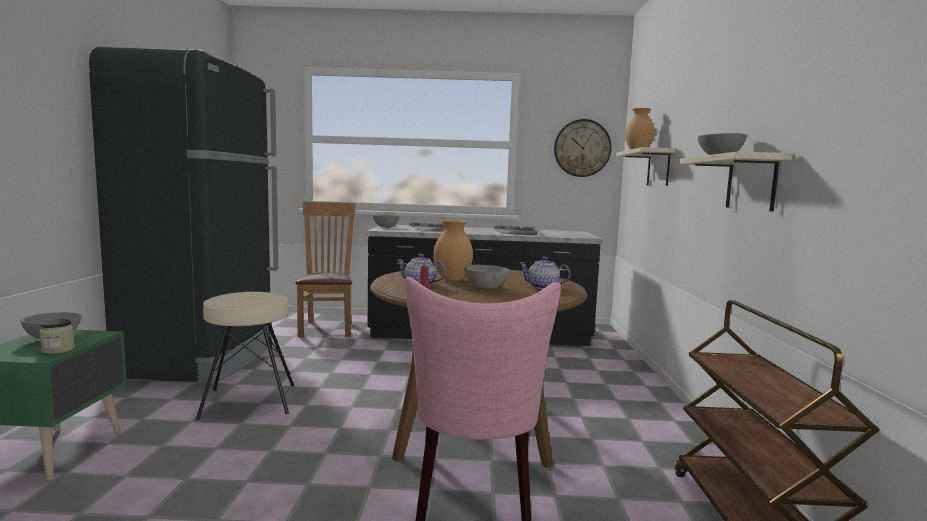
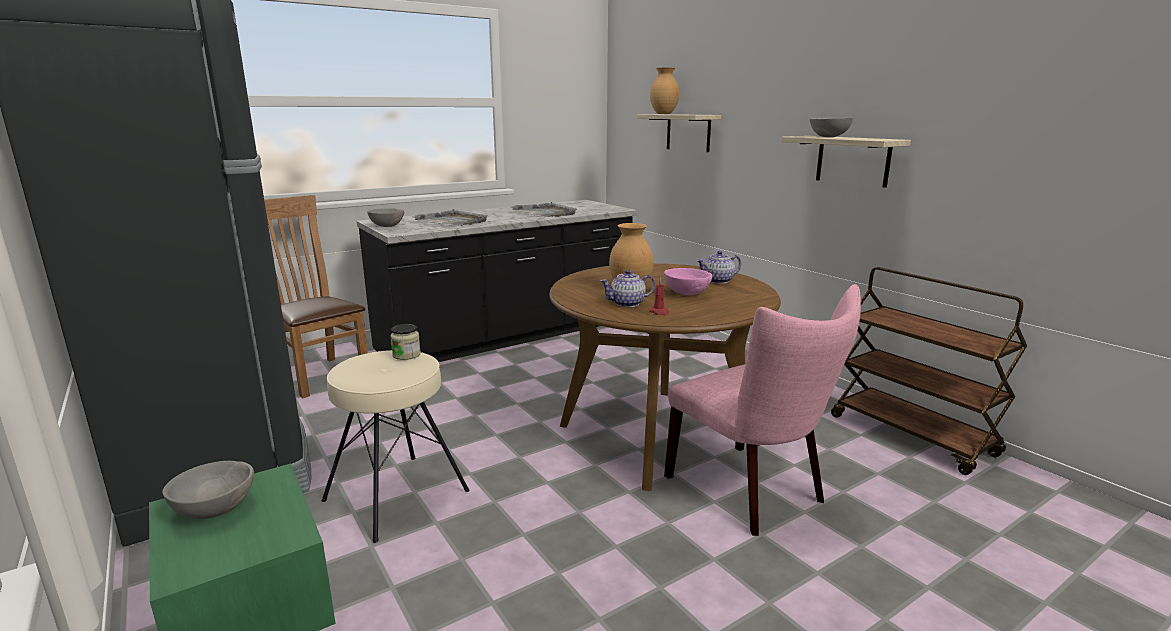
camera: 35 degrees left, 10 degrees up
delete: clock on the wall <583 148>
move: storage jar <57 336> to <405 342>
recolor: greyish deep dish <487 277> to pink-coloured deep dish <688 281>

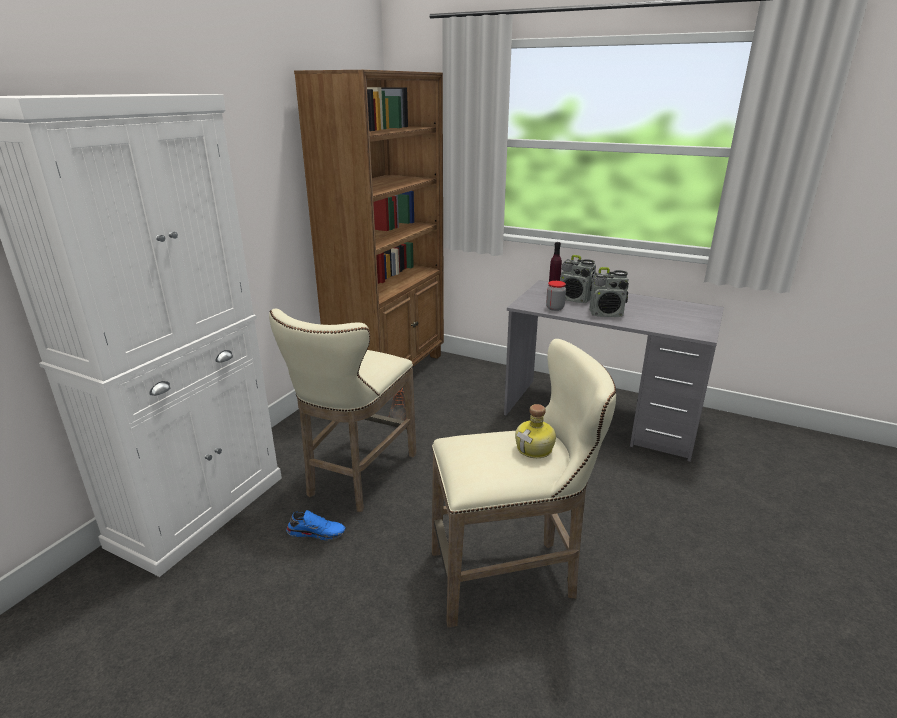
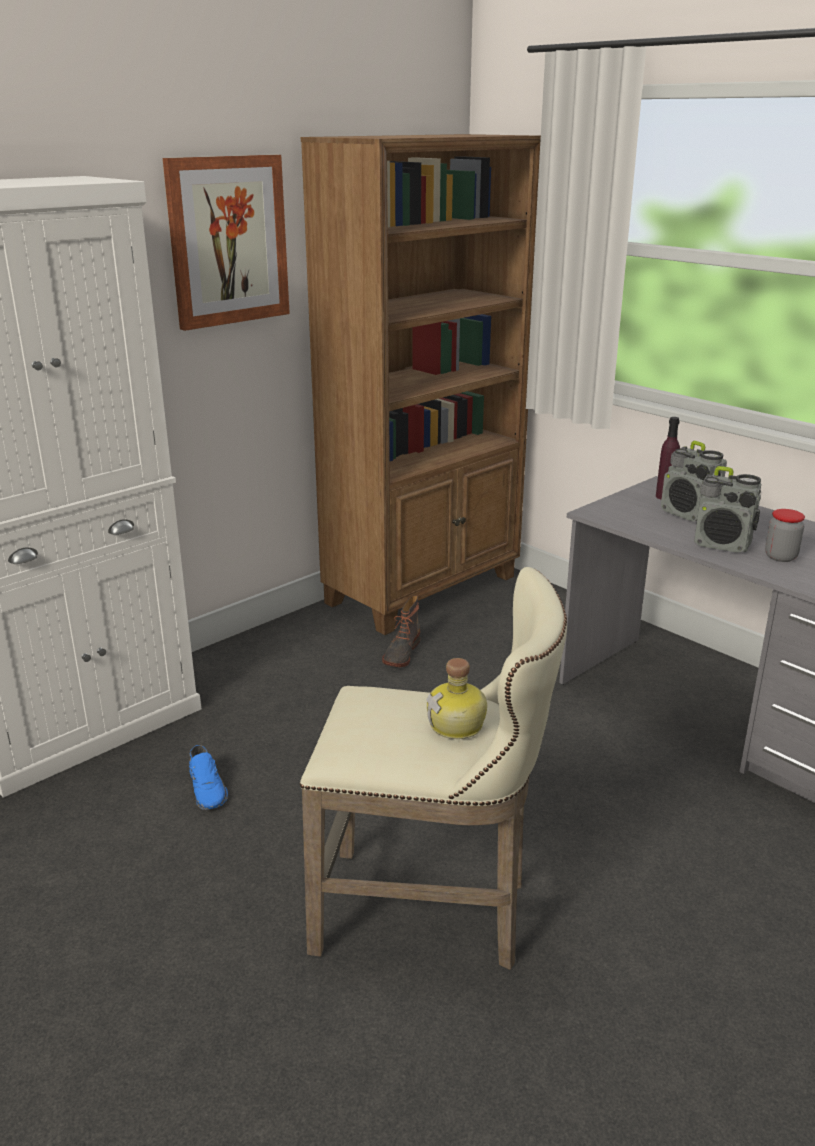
camera: 20 degrees right, 0 degrees up
delete: sand-coloured sitting stool <342 410>
insert: wall picture <226 243>
move: storage jar <556 296> to <785 535>
rotate: bluish low shoe <316 525> = <208 777> 45 degrees clockwise

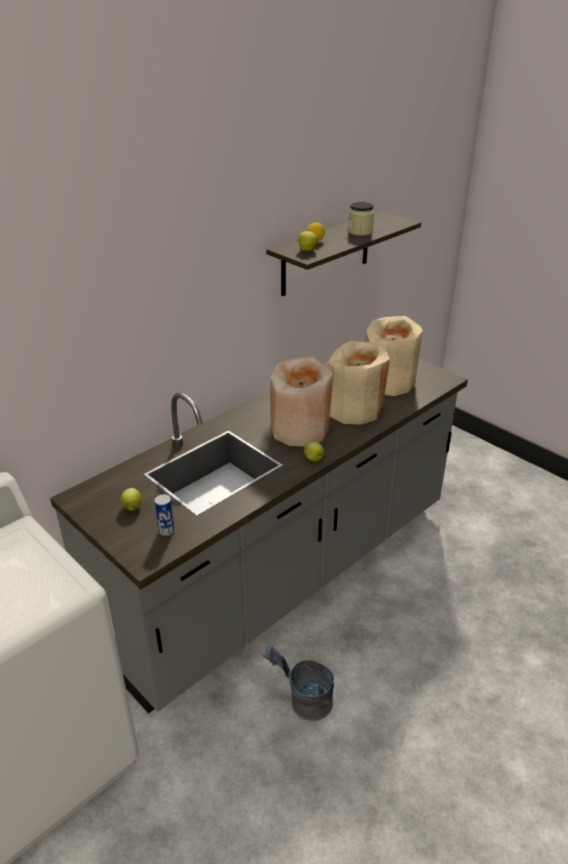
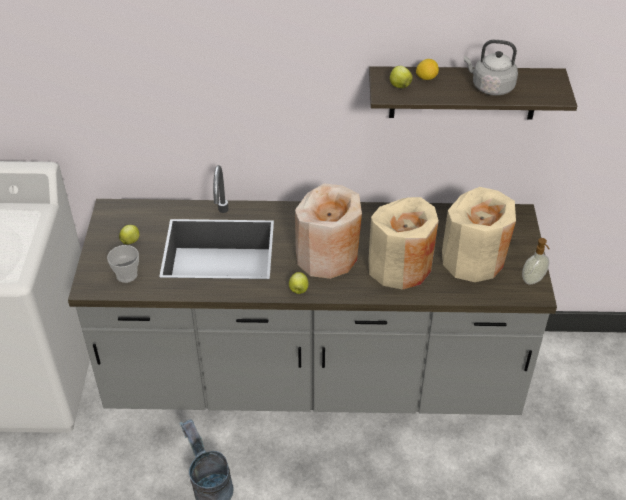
camera: 45 degrees right, 10 degrees up
insert: soap dispenser <536 261>
replace: can <164 515> to drinking cup <123 264>; storage jar <361 219> to greyish tea kettle <491 68>

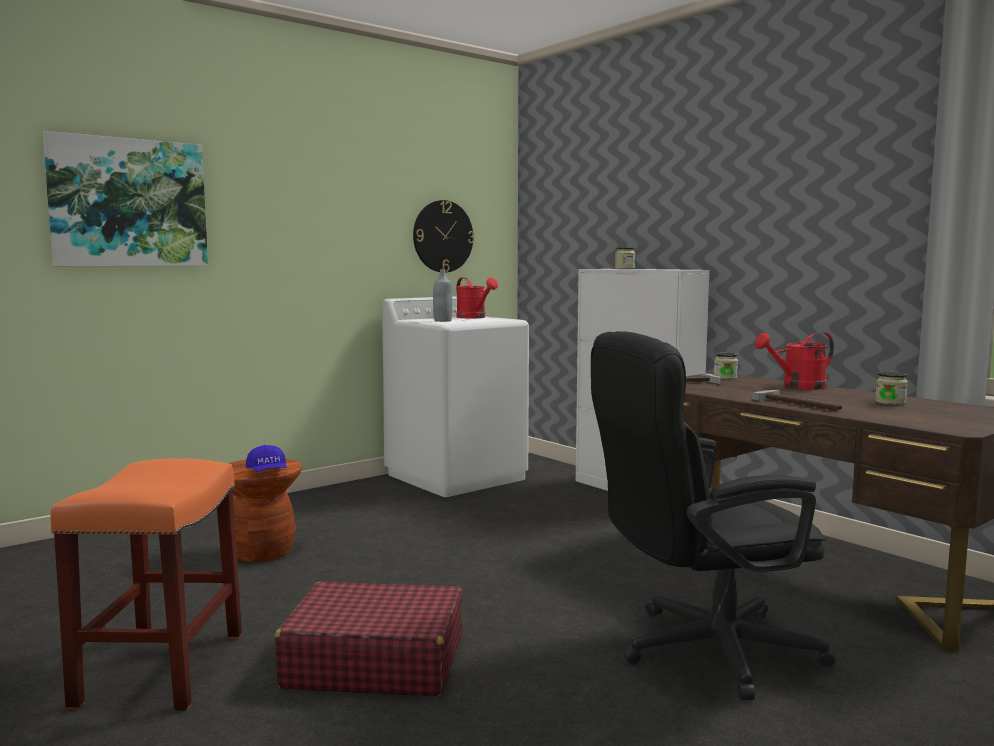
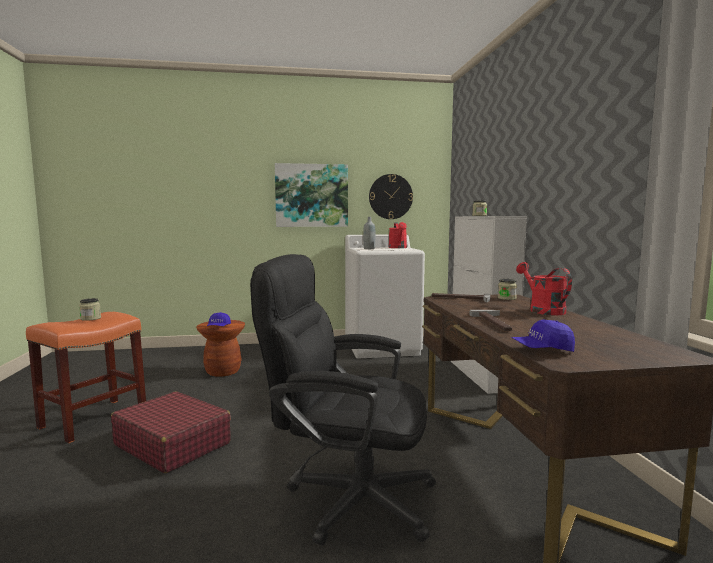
camera: 30 degrees right, 0 degrees up
insert: bluish cap <543 336>
move: storage jar <891 388> to <90 309>; wall picture <125 198> to <311 195>
rotate: red watering pot <794 360> = <544 288> 60 degrees clockwise

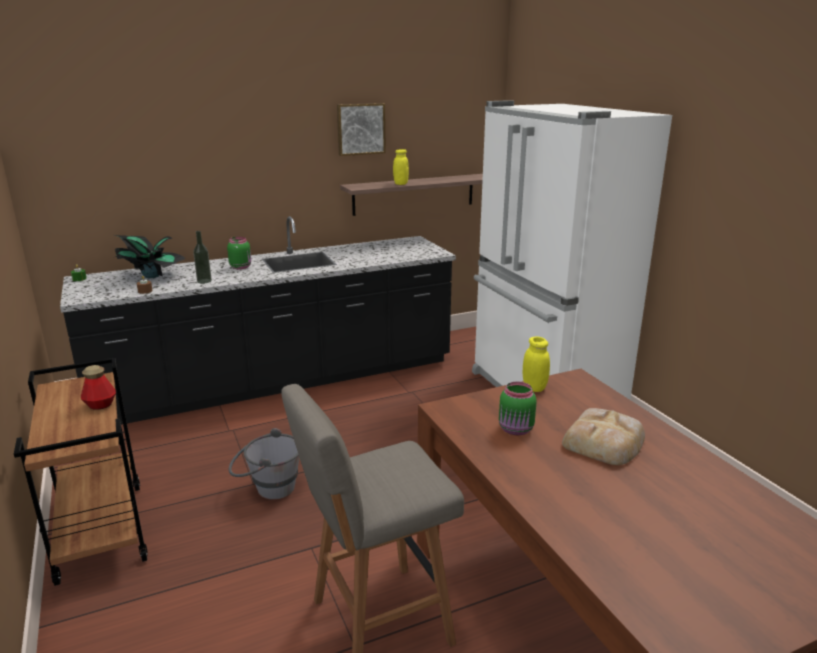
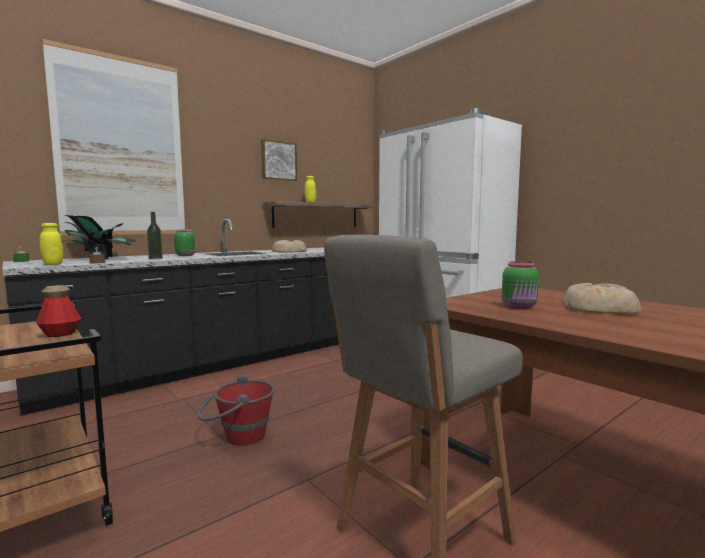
camera: 15 degrees left, 15 degrees down
insert: wall picture <113 137>; bakery bread <289 246>
move: yellow-coloured storage jar <536 364> to <51 244>
recolor: greyish pail <264 464> to red pail <236 410>

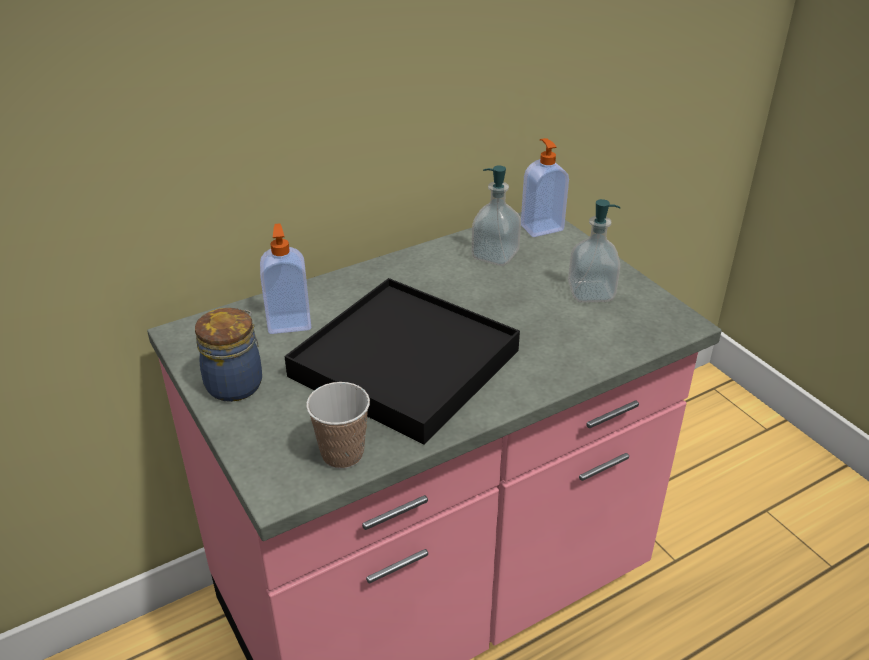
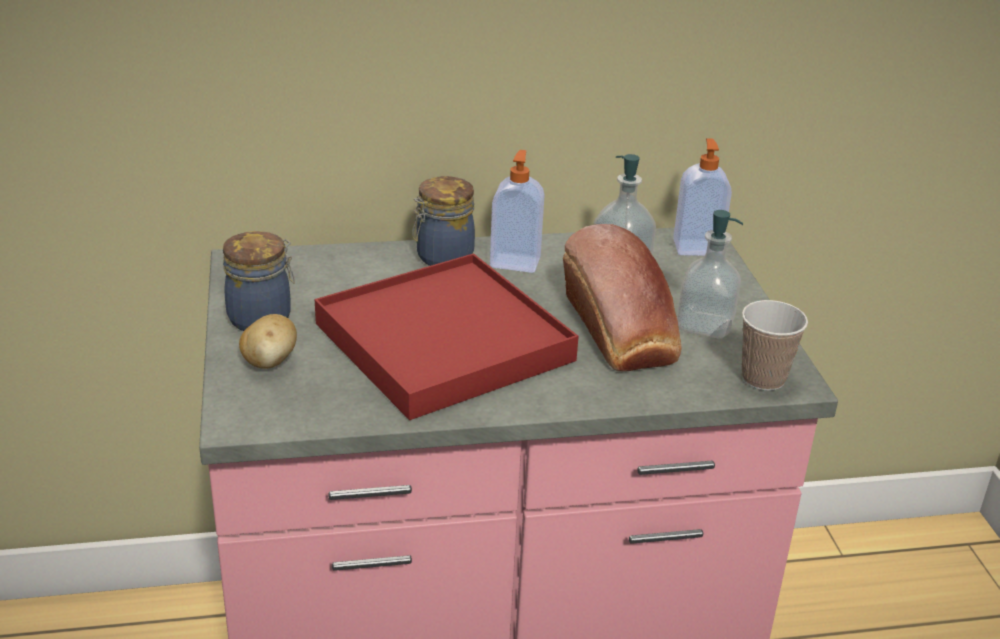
camera: 20 degrees right, 5 degrees down
insert: potato <268 341>; storage jar <443 221>; bakery bread <622 298>
move: soap dispenser <285 278> to <517 211>; drinking cup <338 425> to <775 345>
recolor: blackish carrying tray <402 361> to red carrying tray <447 336>

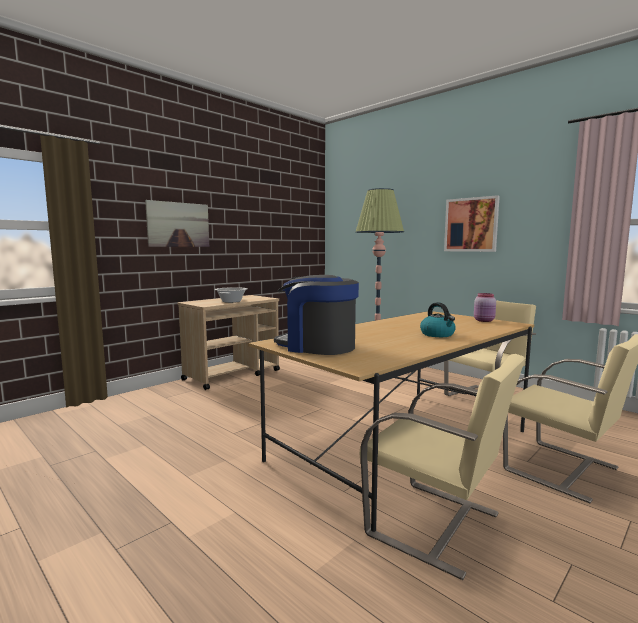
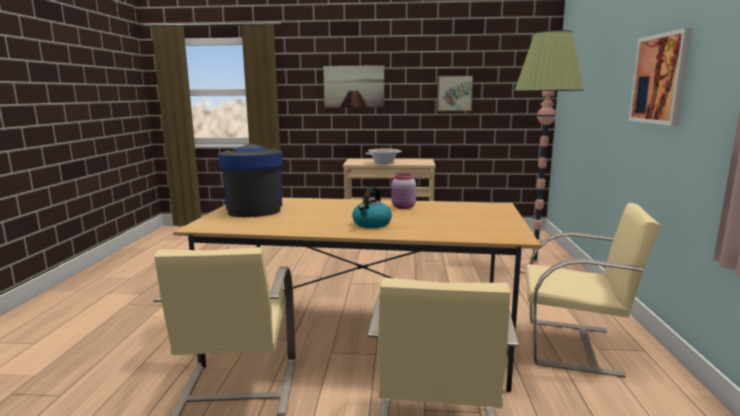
camera: 50 degrees right, 5 degrees up
insert: wall picture <455 93>
move: pink-coloured storage jar <485 307> to <403 191>

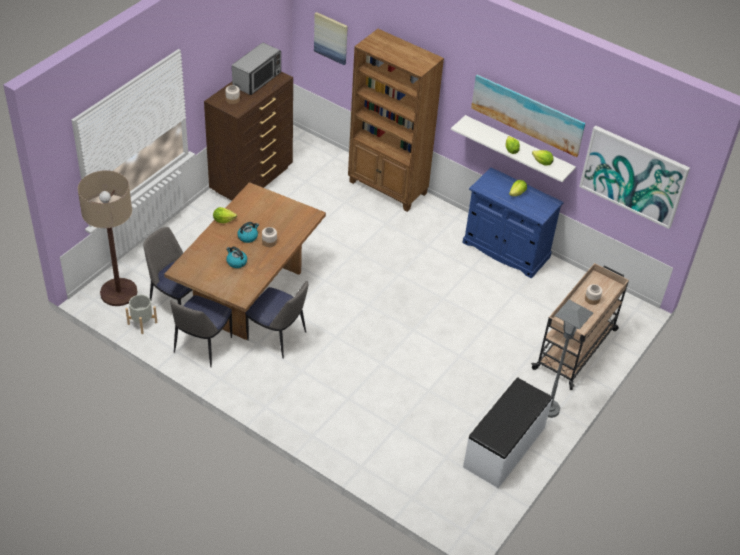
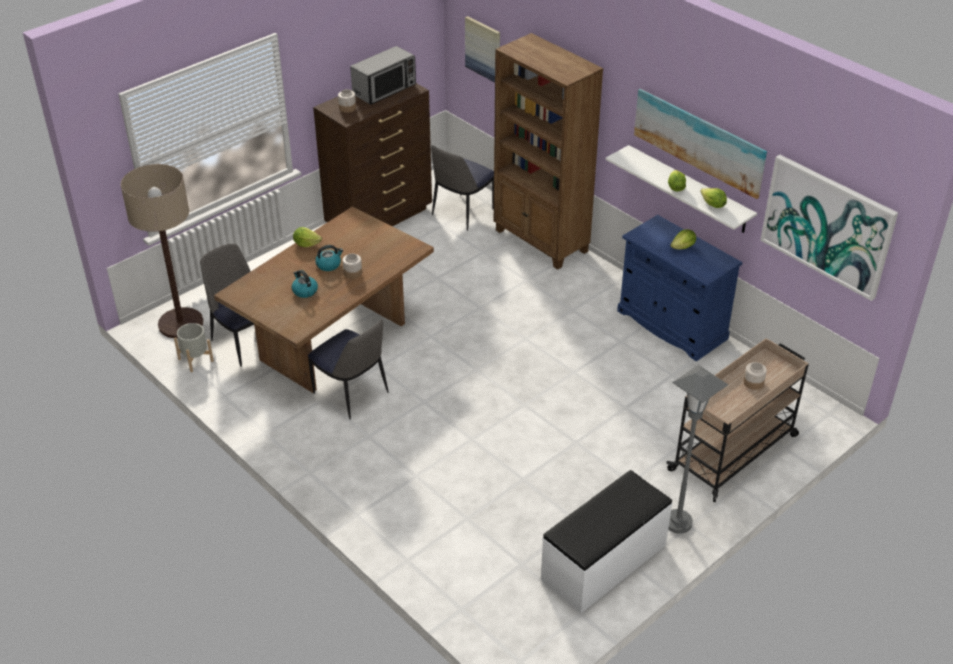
camera: 15 degrees right, 5 degrees down
move: upright chair <201 331> to <462 188>

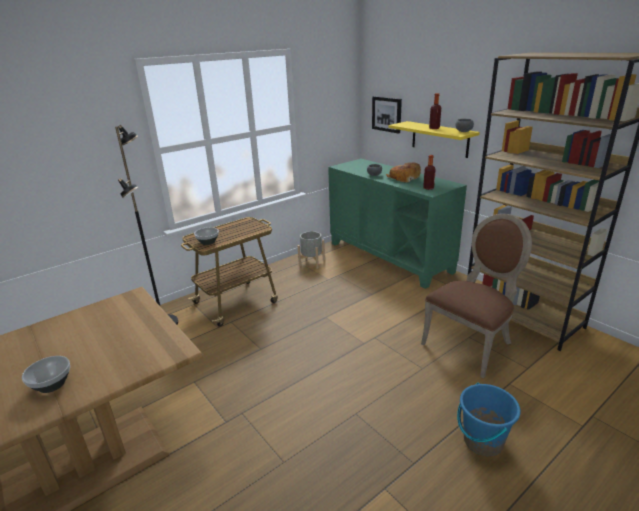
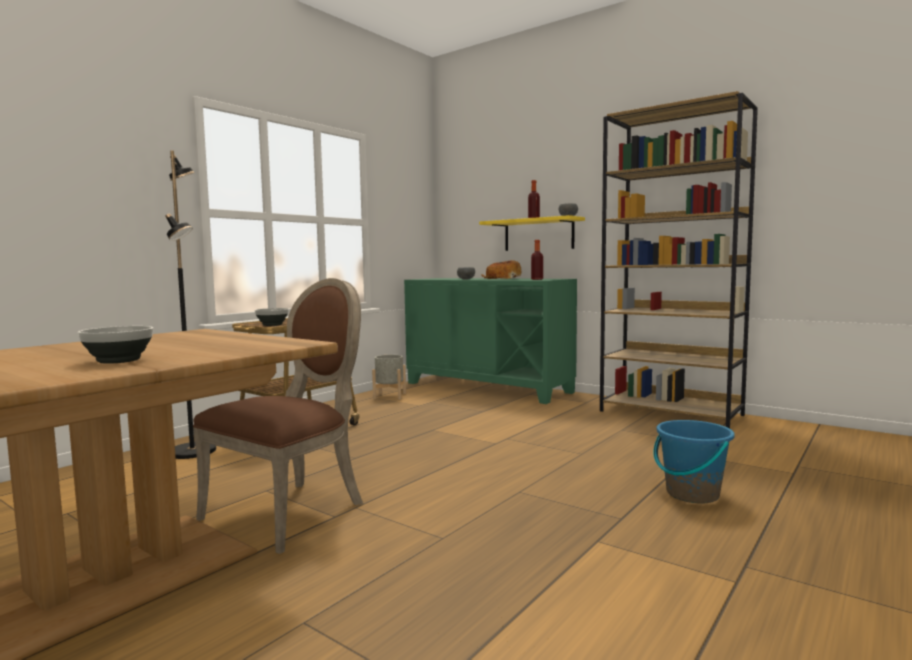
camera: 15 degrees left, 20 degrees down
delete: wall picture <387 115>
move: brown-coloured upright chair <476 296> to <278 416>

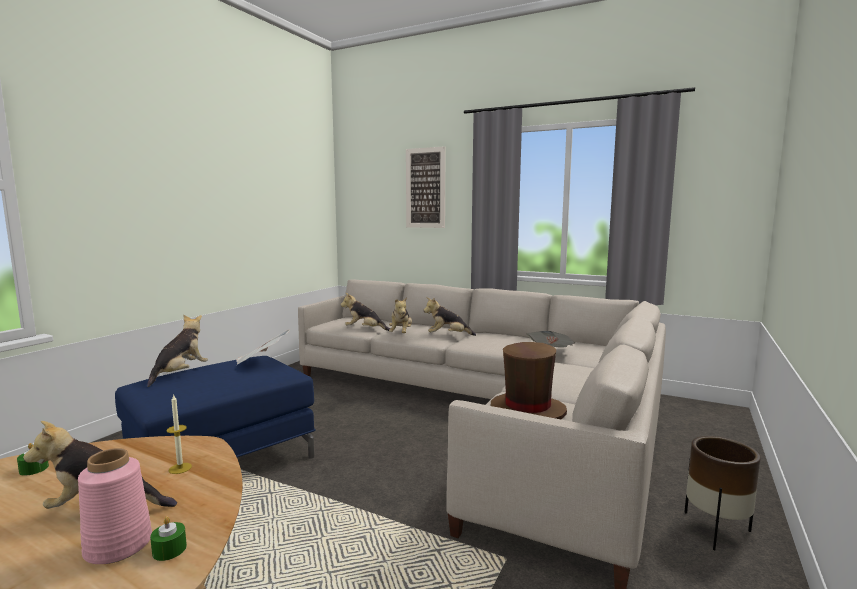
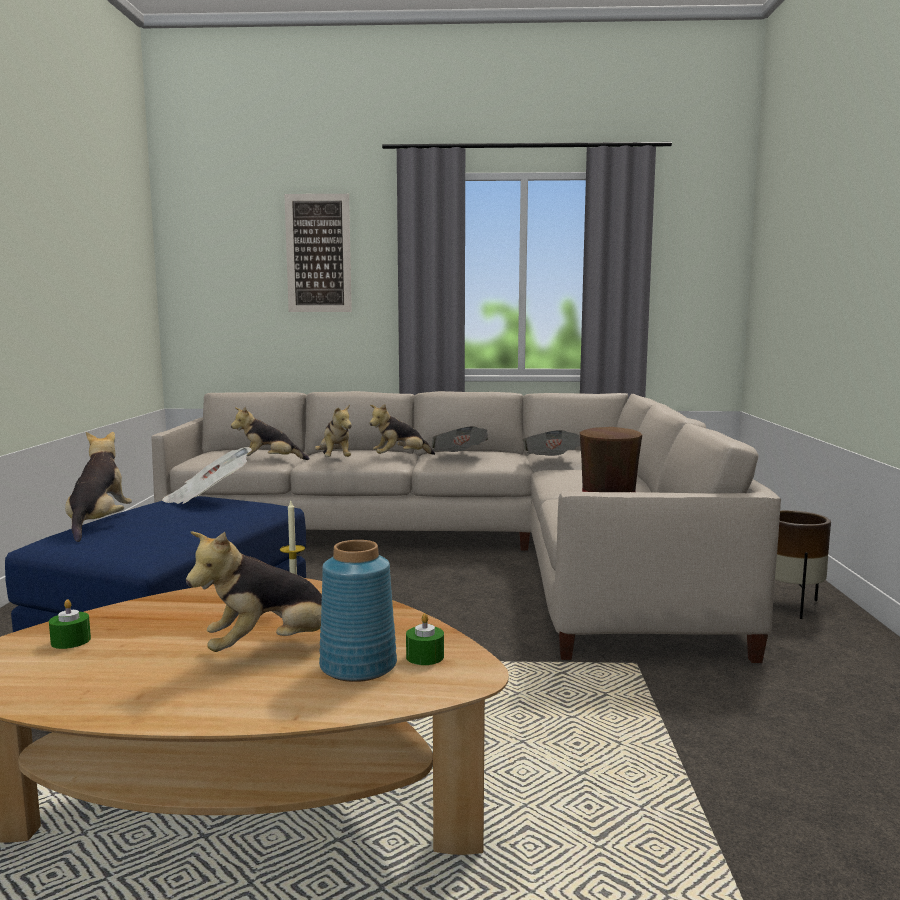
camera: 25 degrees left, 0 degrees up
insert: daily paper <460 439>
recolor: pink-coloured vase <115 506> to bluish vase <358 611>

